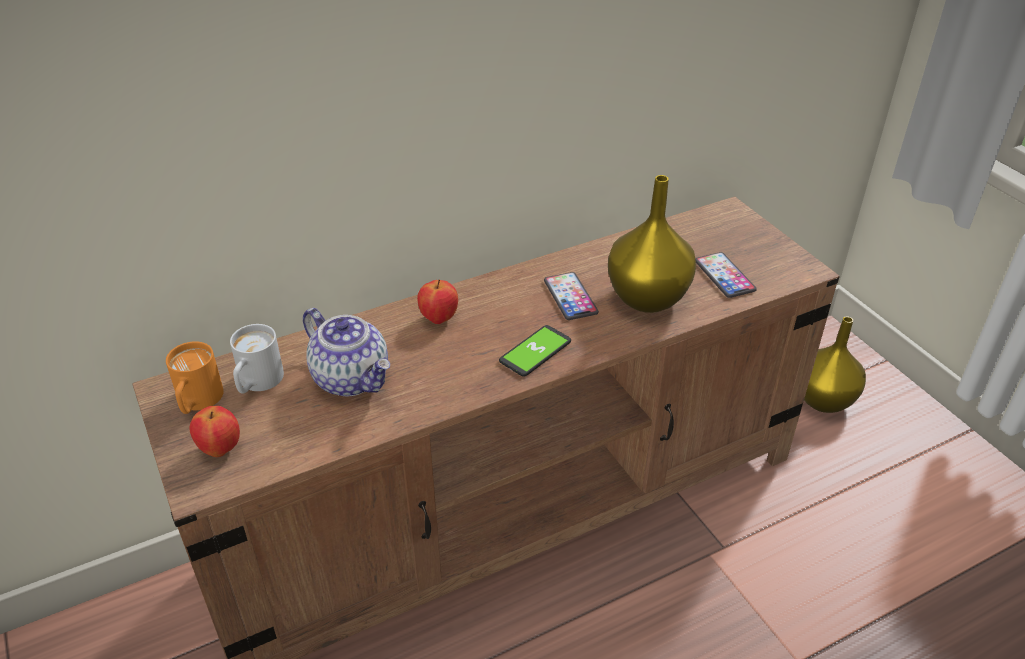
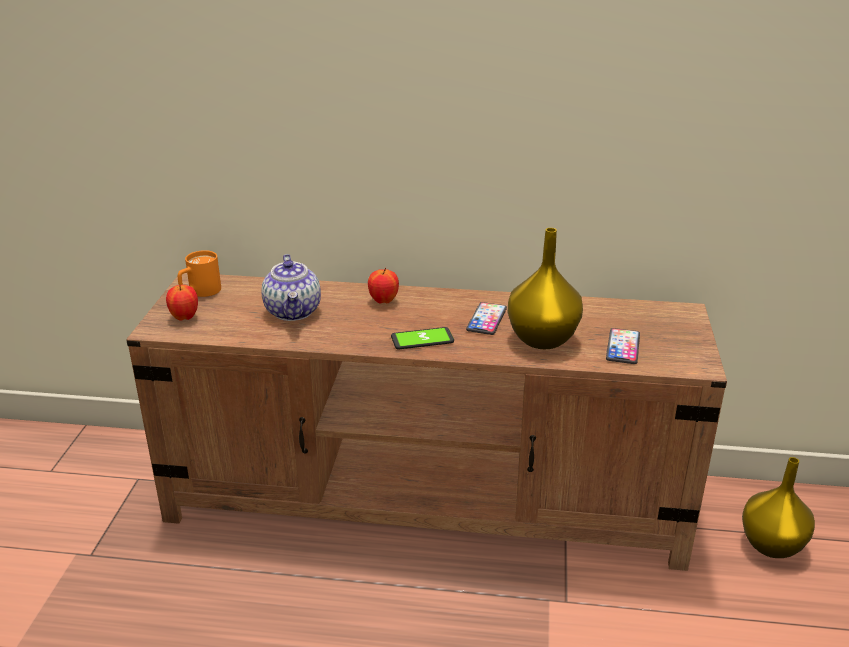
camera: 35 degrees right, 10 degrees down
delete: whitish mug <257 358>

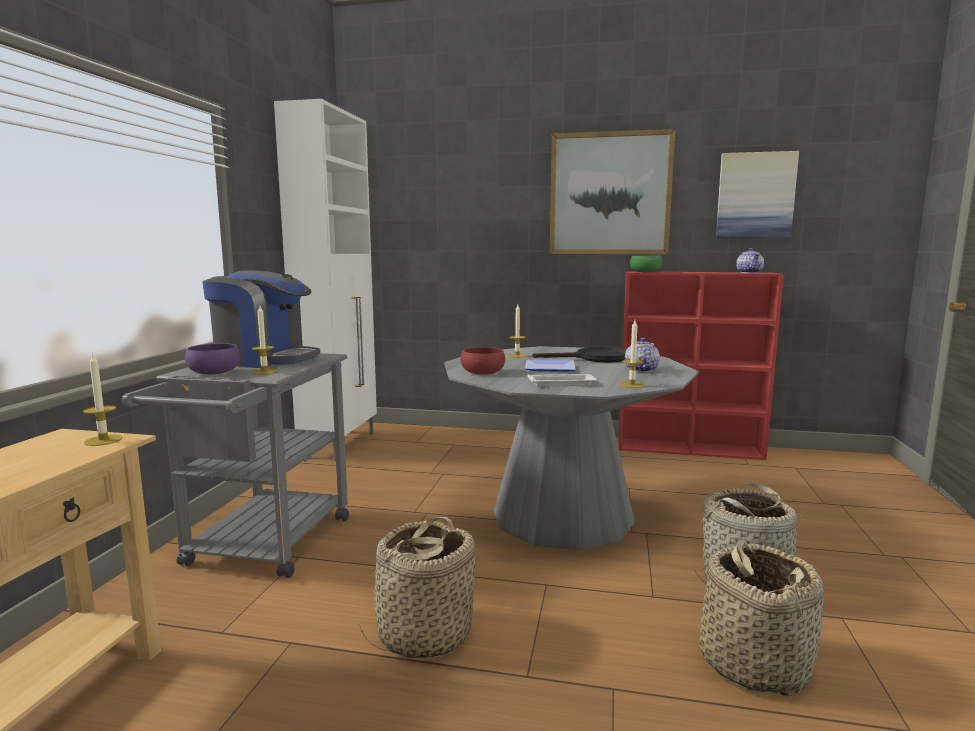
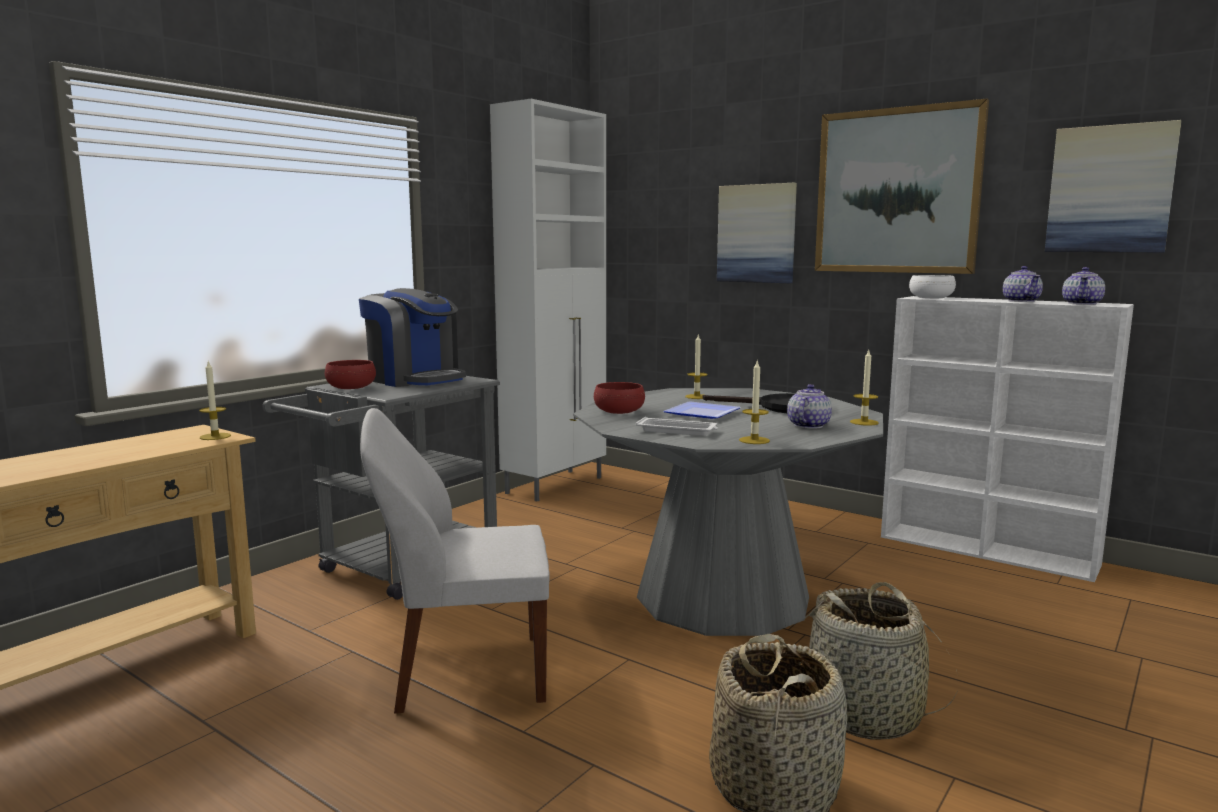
camera: 25 degrees right, 0 degrees up
insert: wall picture <757 233>; pot for tea <1023 284>
move: wax light <265 340> to <864 388>
replace: basket <417 587> to whitish upright chair <455 561>
recolor: purple deep dish <212 358> to red deep dish <350 374>; red shelving unit <701 365> to whitish shelving unit <1007 439>; green deep dish <646 264> to whitish deep dish <932 286>

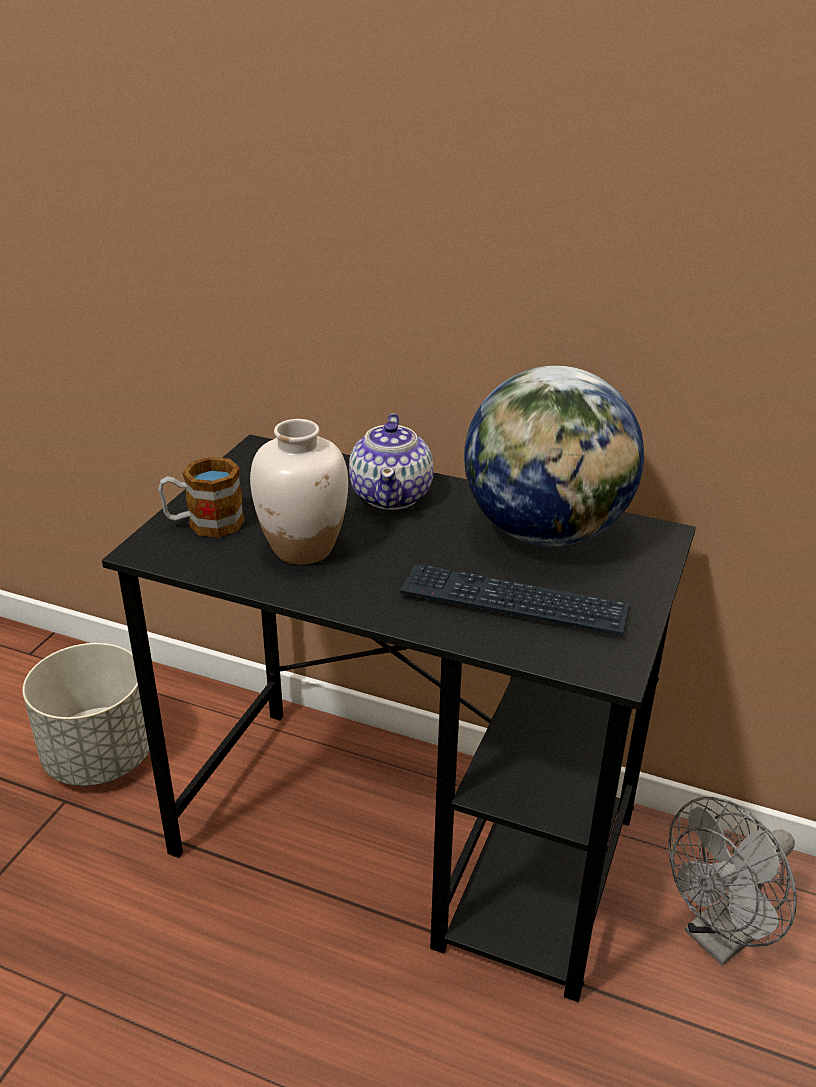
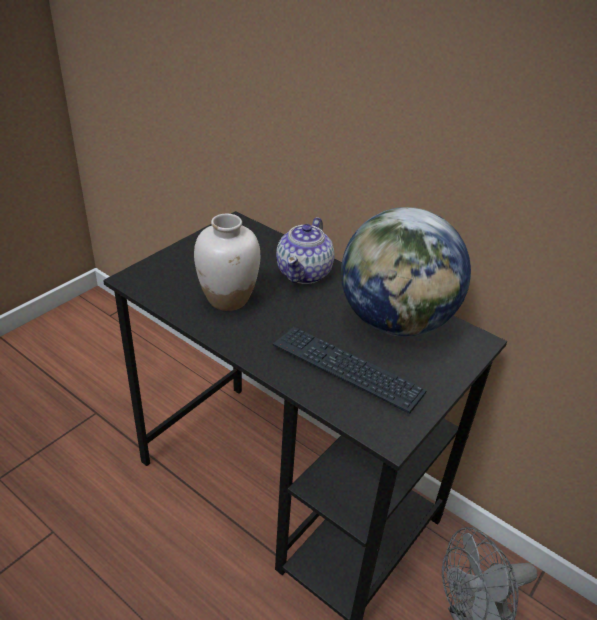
camera: 15 degrees right, 5 degrees up
delete: greyish planter <86 714>; mug <201 497>

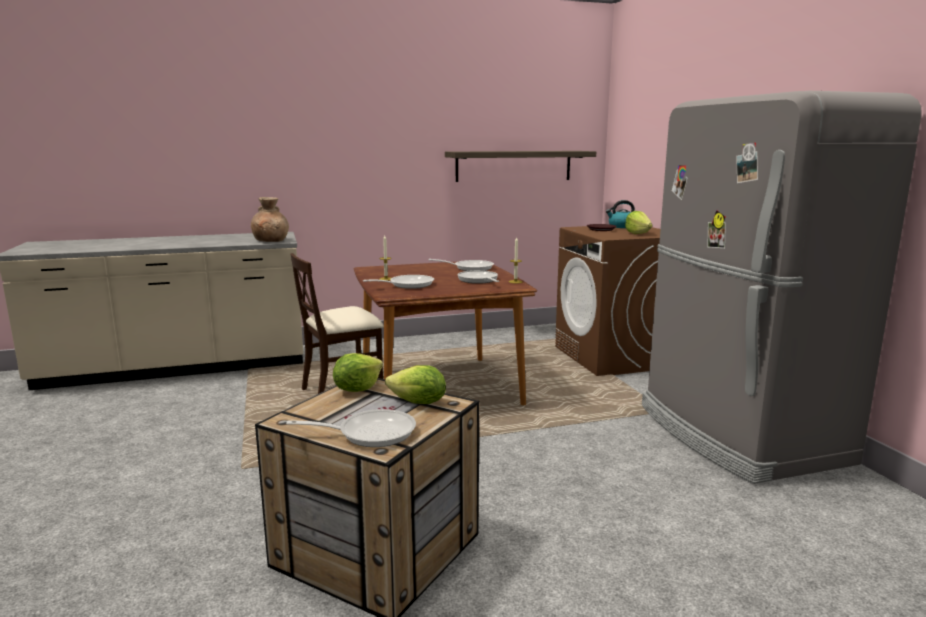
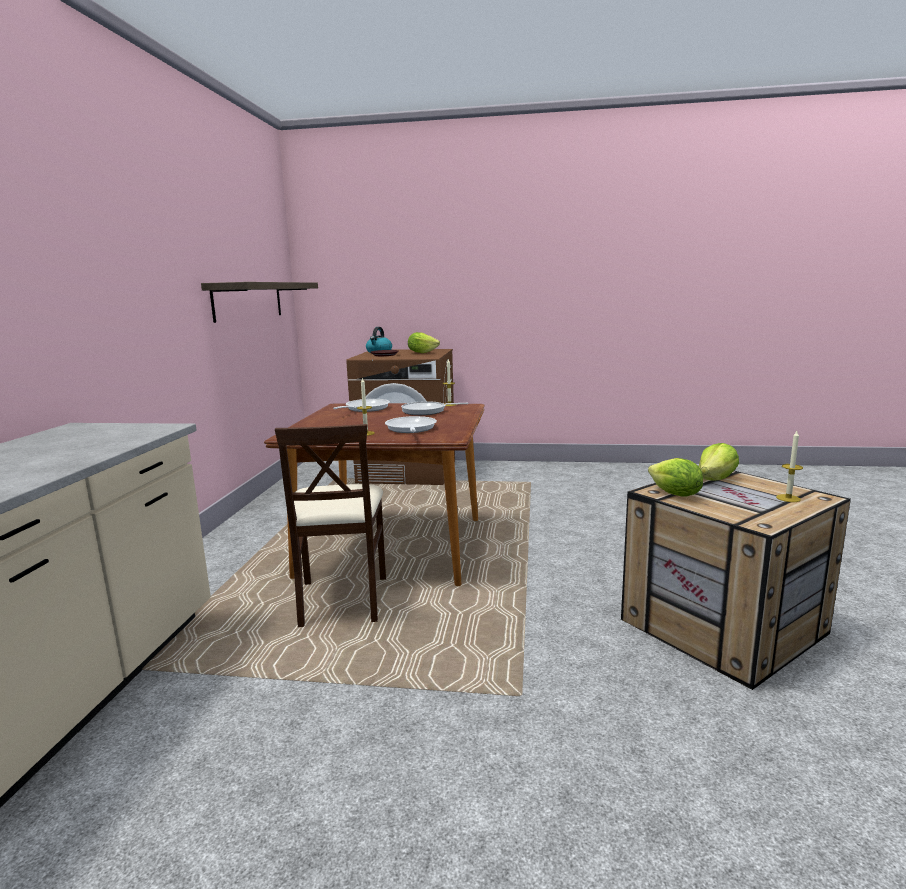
camera: 65 degrees left, 0 degrees up
delete: brown-coloured vase <270 219>; greyish refrigerator <782 287>
replace: frying pan <351 428> to wax light <789 466>

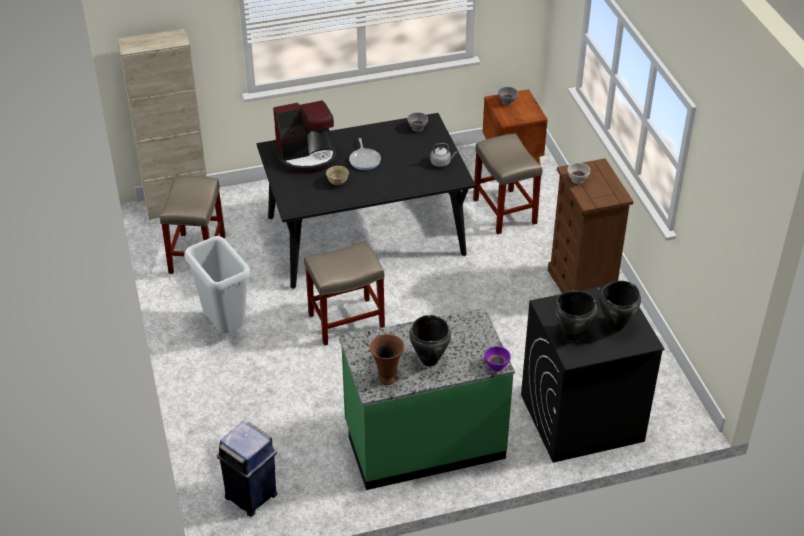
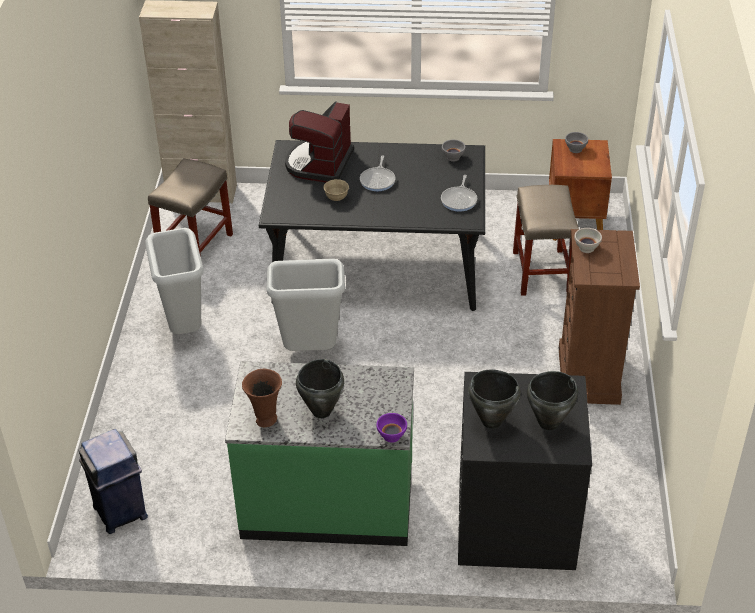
camera: 20 degrees right, 0 degrees up
replace: sand-coloured sitting stool <344 293> to greyish waste bin <305 305>; greyish tea kettle <443 155> to frying pan <459 193>
rotate: coffee brewer <305 136> = <319 142> 105 degrees clockwise

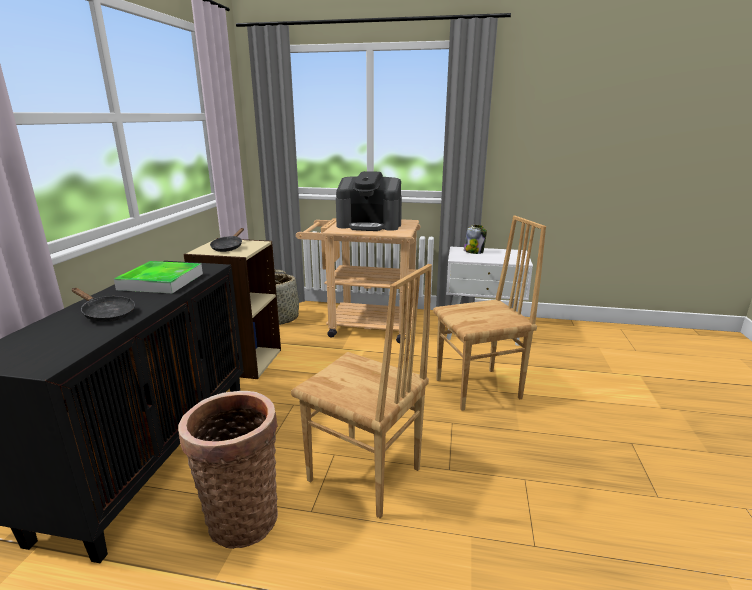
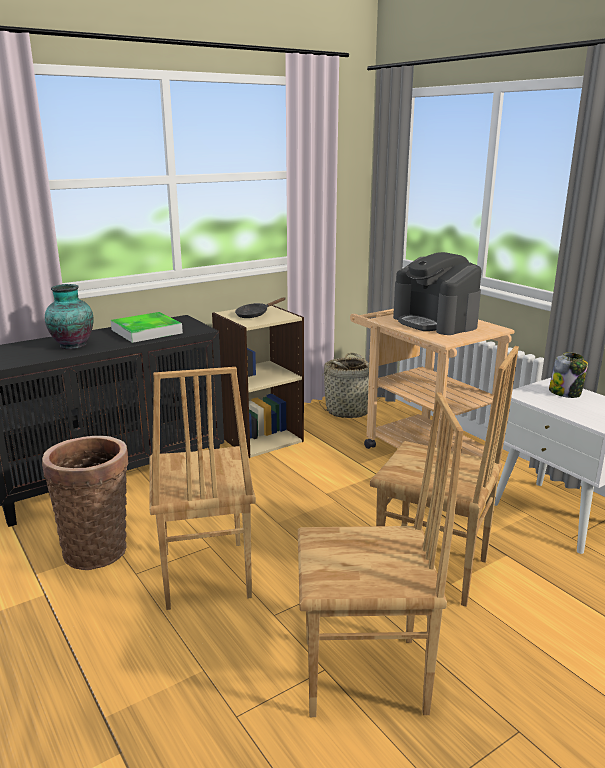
camera: 45 degrees right, 0 degrees up
insert: brown-coloured upright chair <381 554>
replace: blackish frying pan <103 305> to vase <69 317>

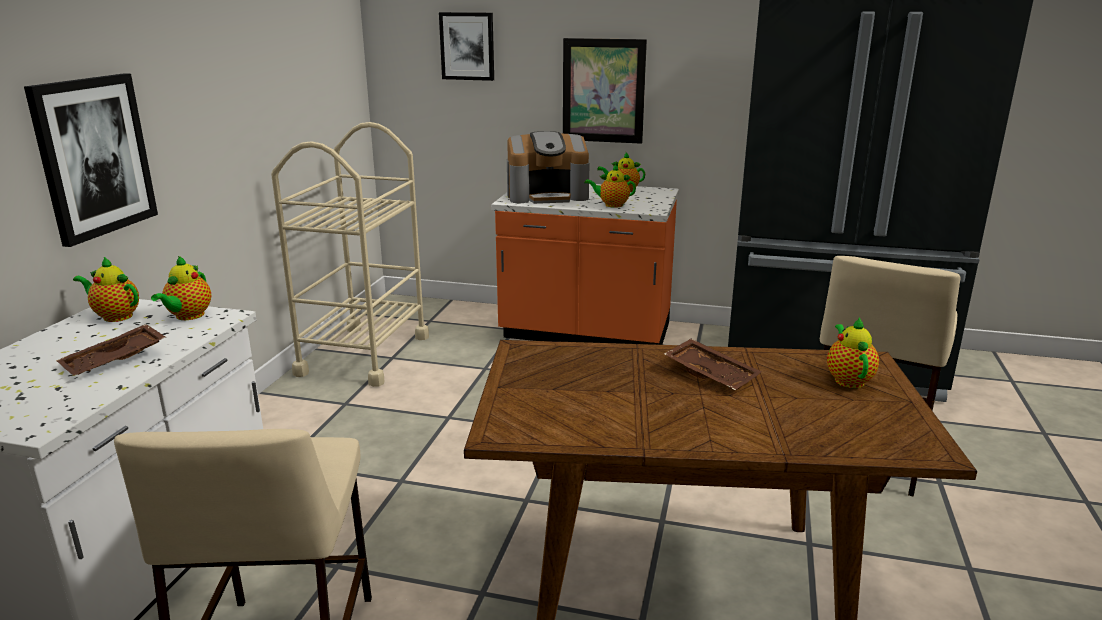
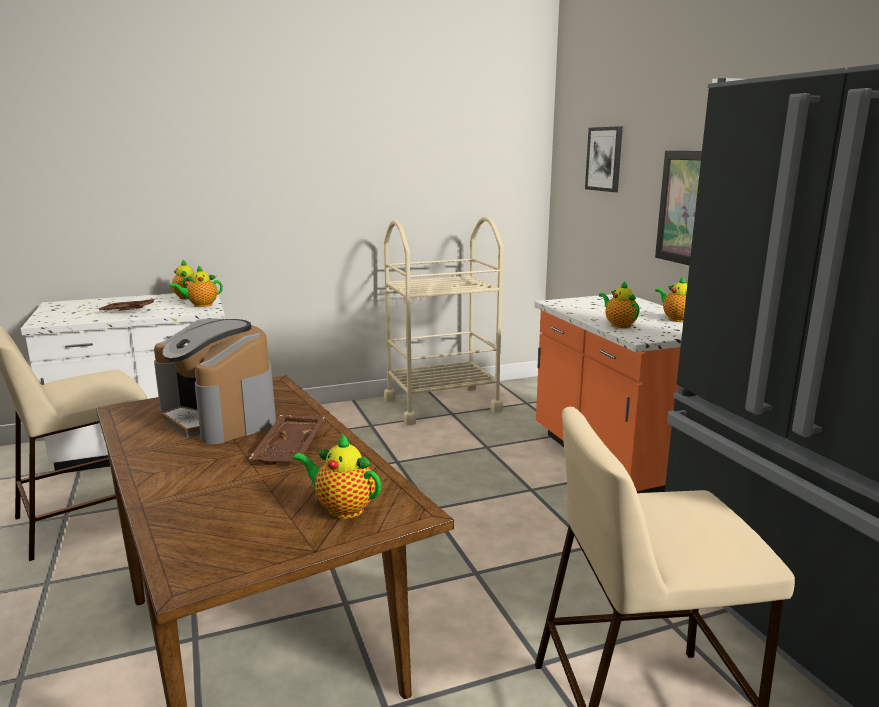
camera: 55 degrees right, 5 degrees down
delete: wall picture <91 160>
move: coffee brewer <548 167> to <215 381>
rotate: pot for tea <853 352> = <337 476> 120 degrees counterclockwise

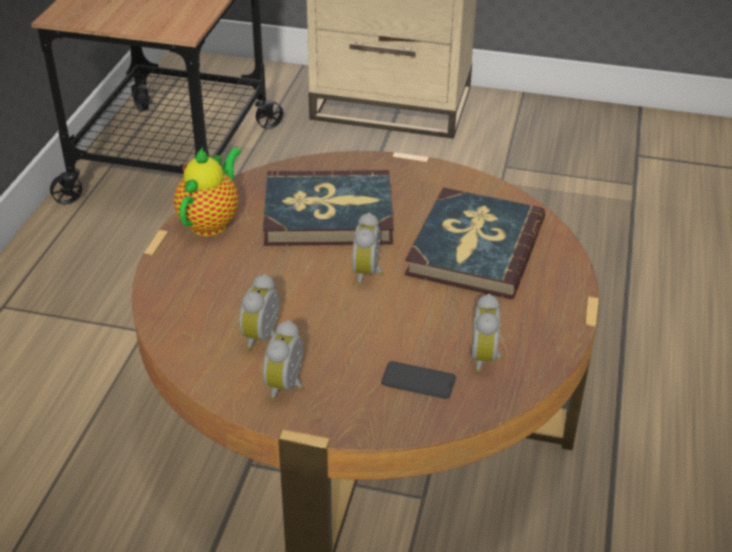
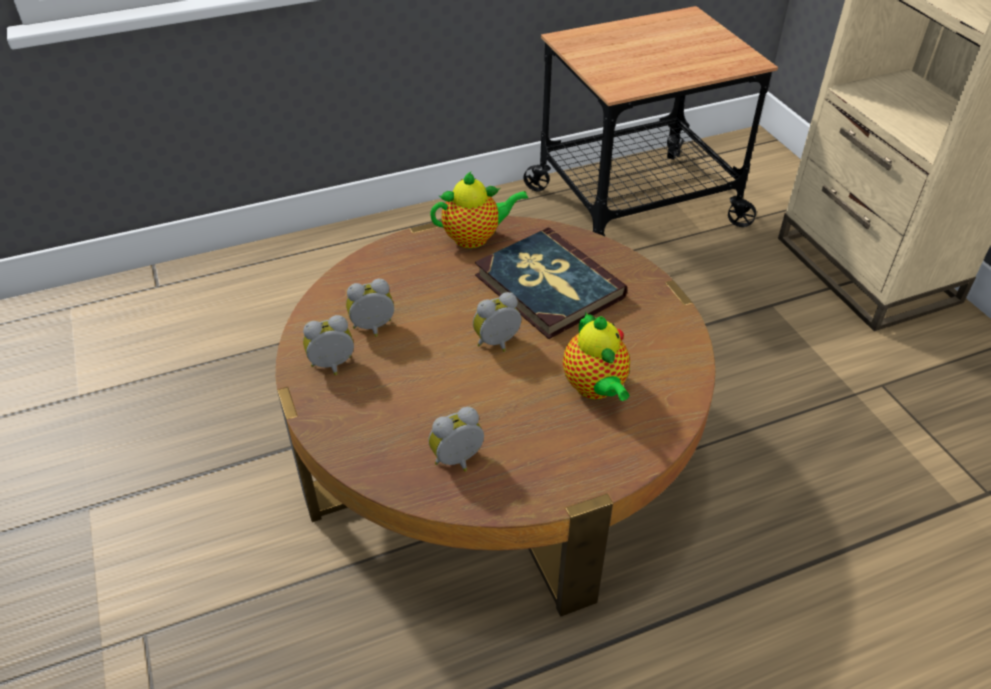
camera: 55 degrees right, 5 degrees up
delete: handset <418 380>
replace: book <475 243> to pot for tea <596 356>

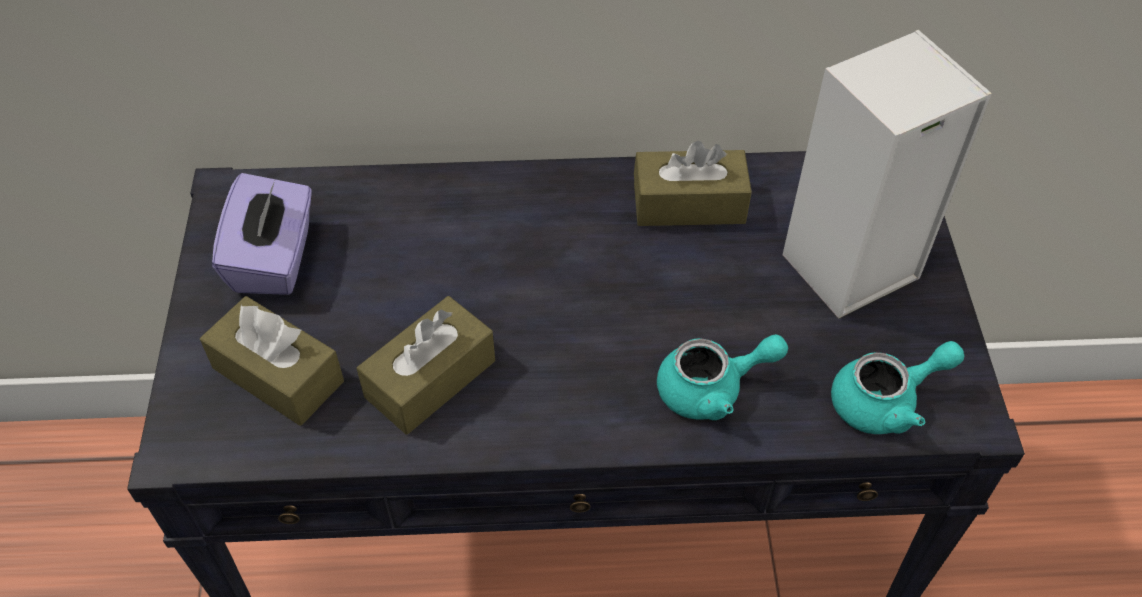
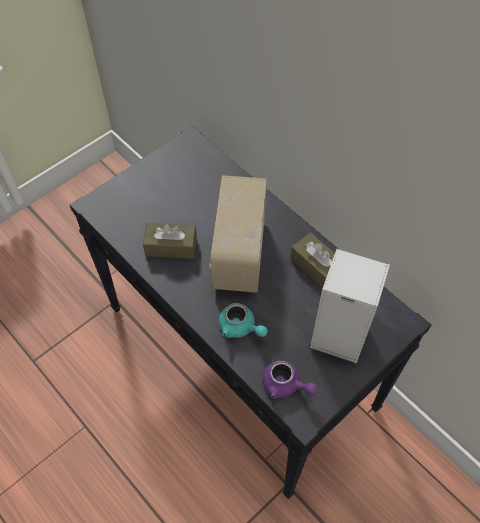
camera: 50 degrees right, 5 degrees up
delete: brown-coloured tissue holder <272 361>; purple tissue holder <262 234>
insert: radio receiver <238 234>
recolor: blue-green pot for tea <897 387> to purple pot for tea <290 380>

